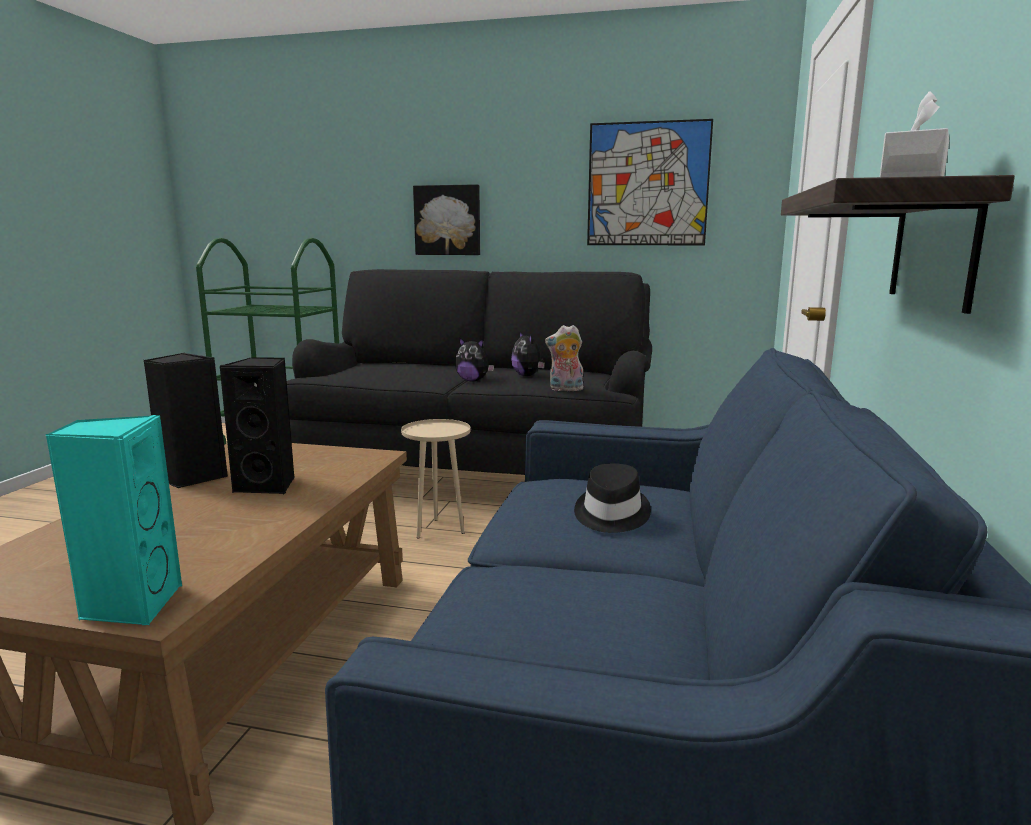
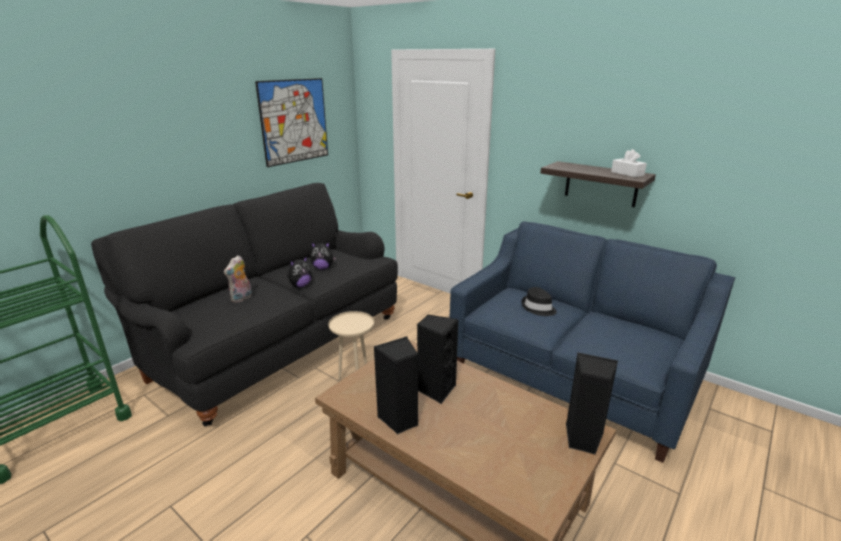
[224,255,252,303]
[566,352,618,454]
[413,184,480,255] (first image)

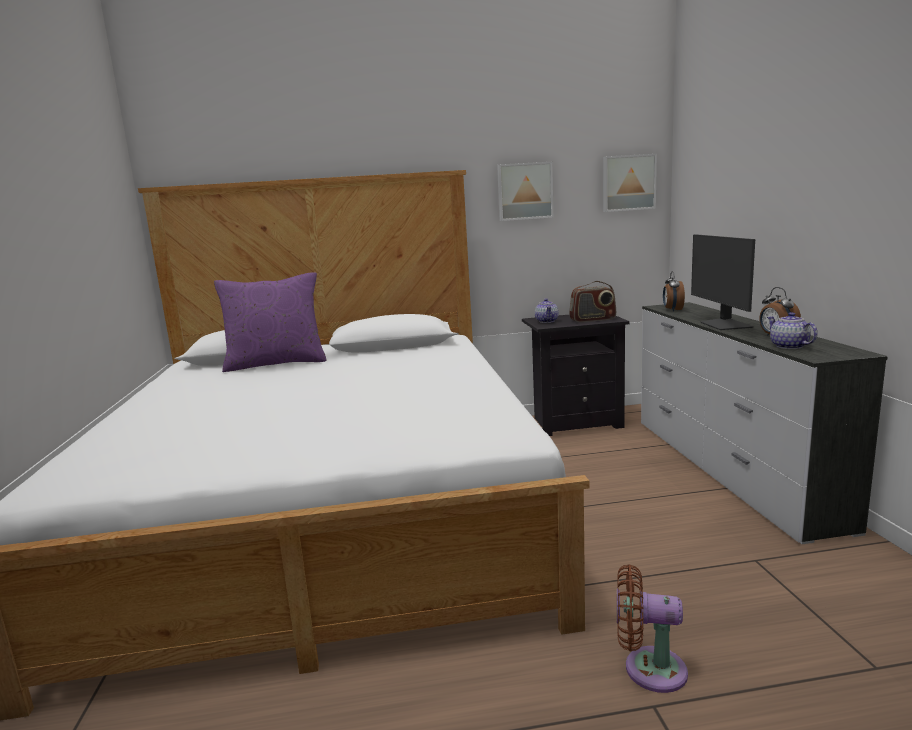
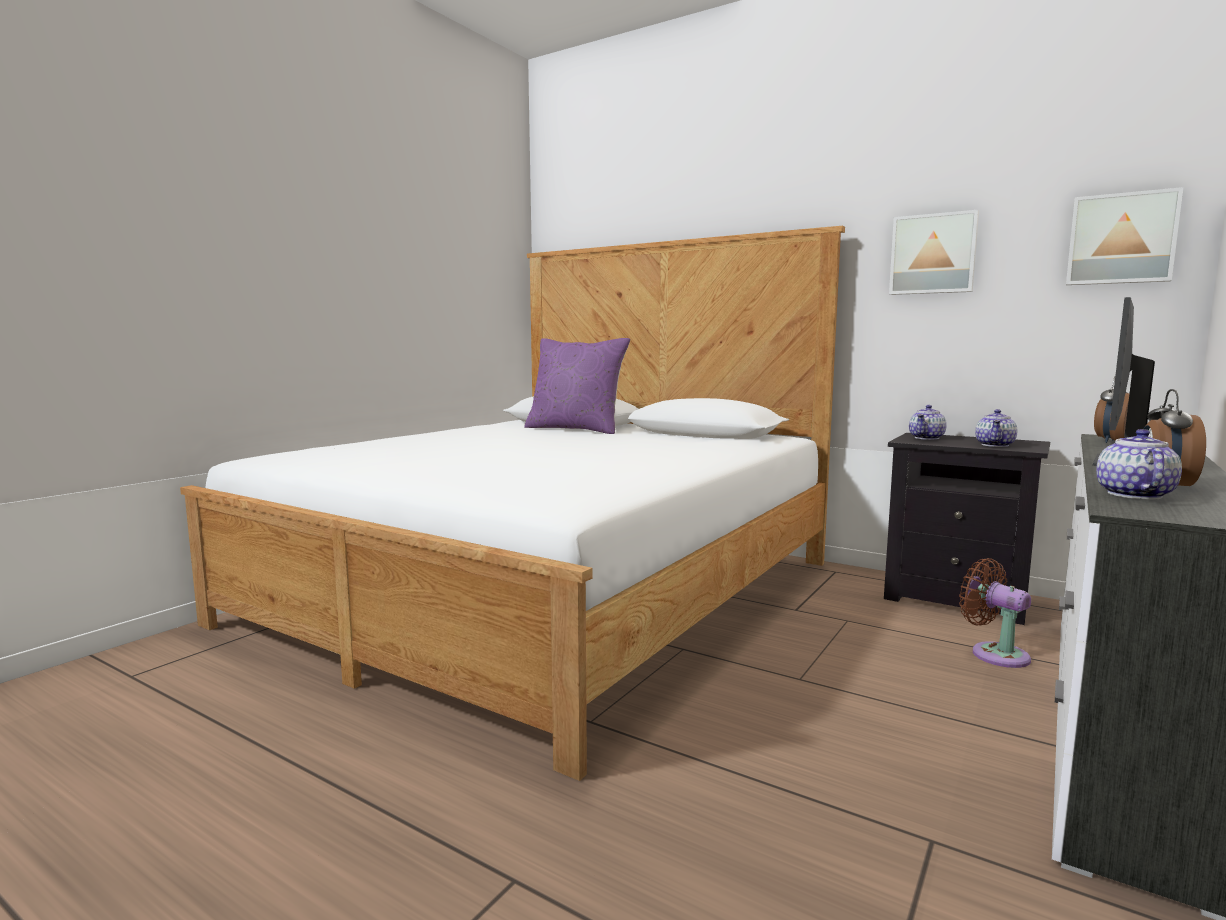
[959,558,1031,668]
[975,409,1017,447]

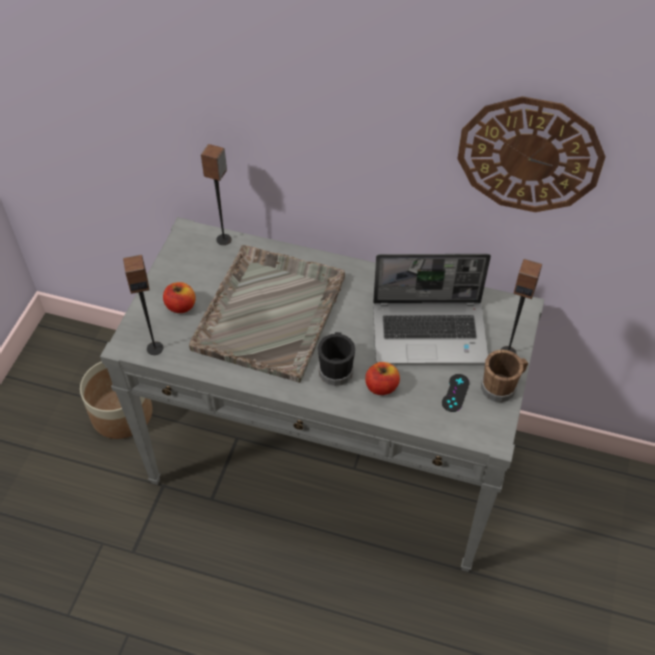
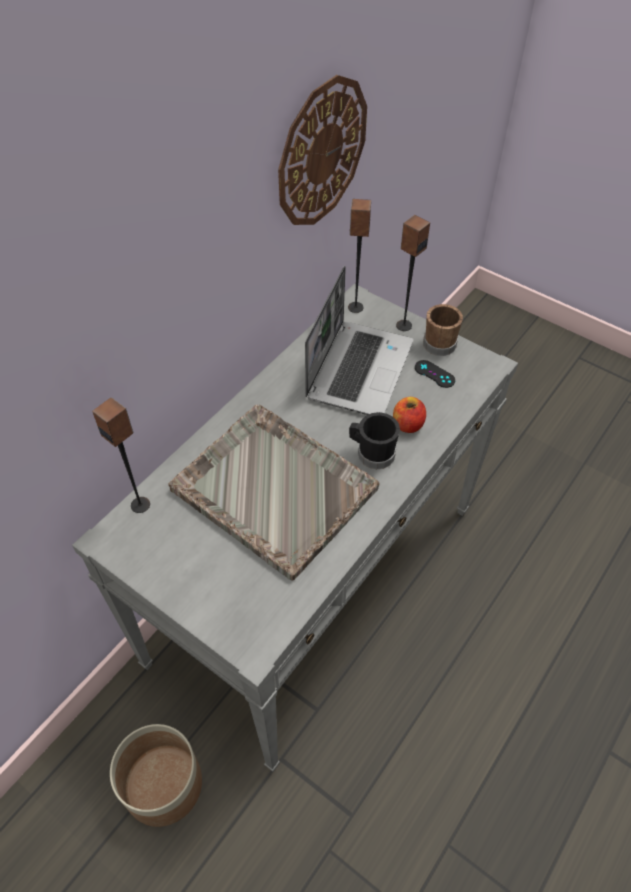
[348,199,371,313]
[163,282,196,313] (first image)

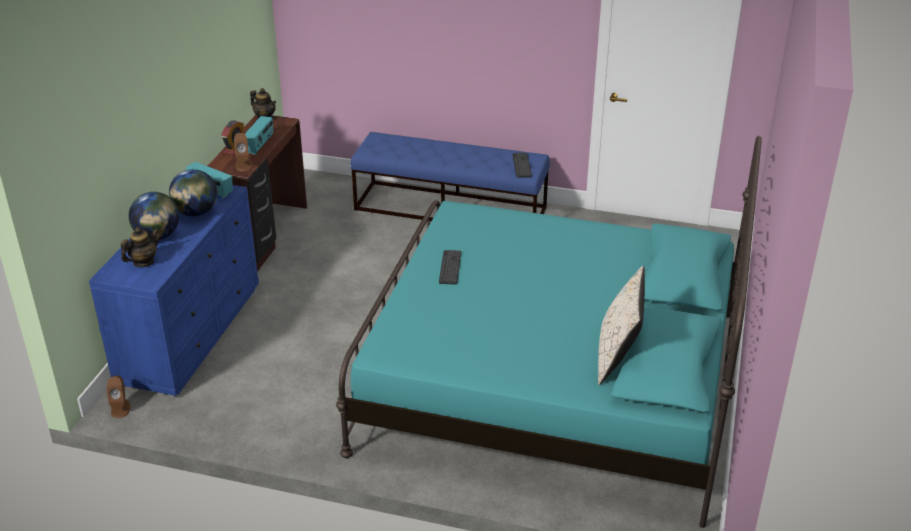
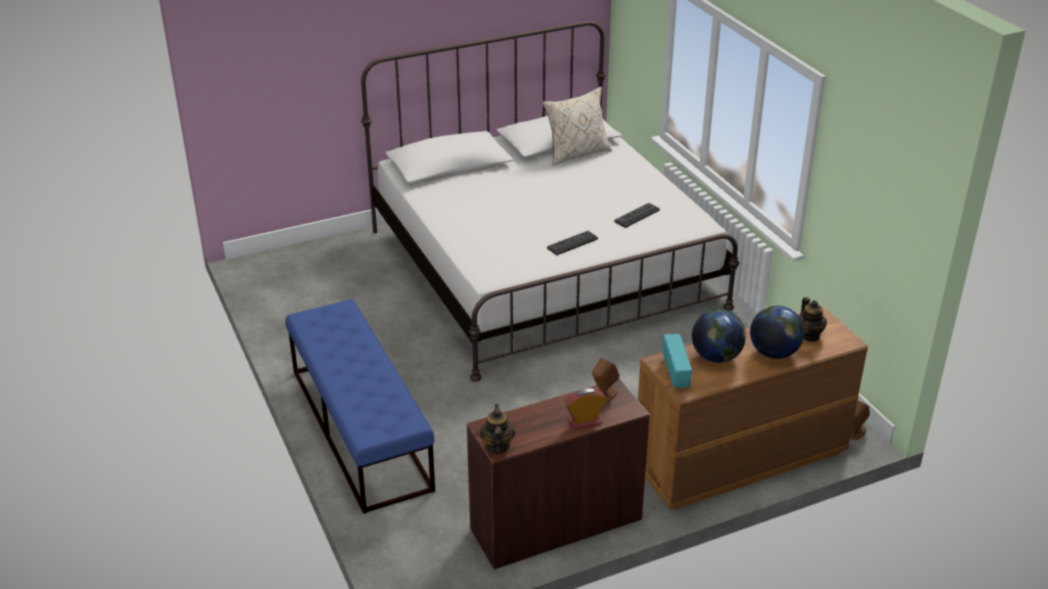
[361,21,739,382]
[614,203,660,228]
[638,306,868,510]
[799,297,827,342]
[245,116,273,155] (first image)

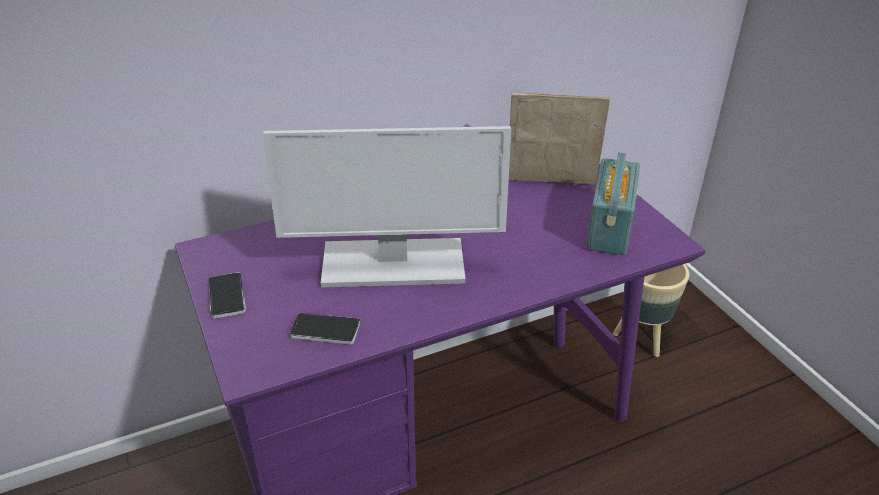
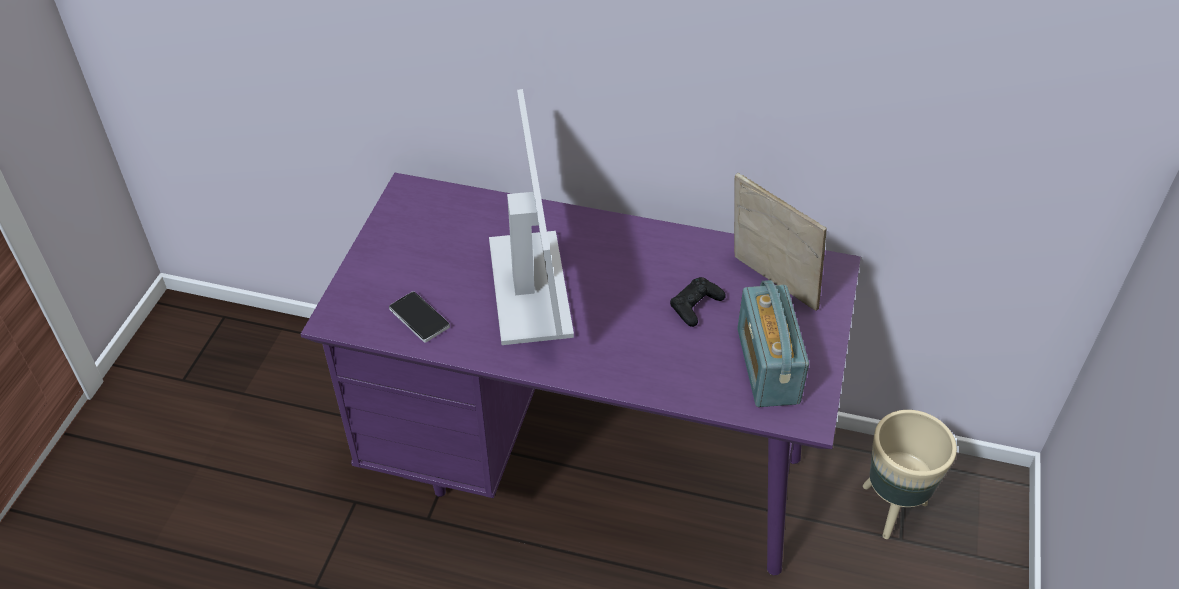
[489,89,574,345]
[670,277,726,327]
[737,280,809,407]
[209,272,246,319] (first image)

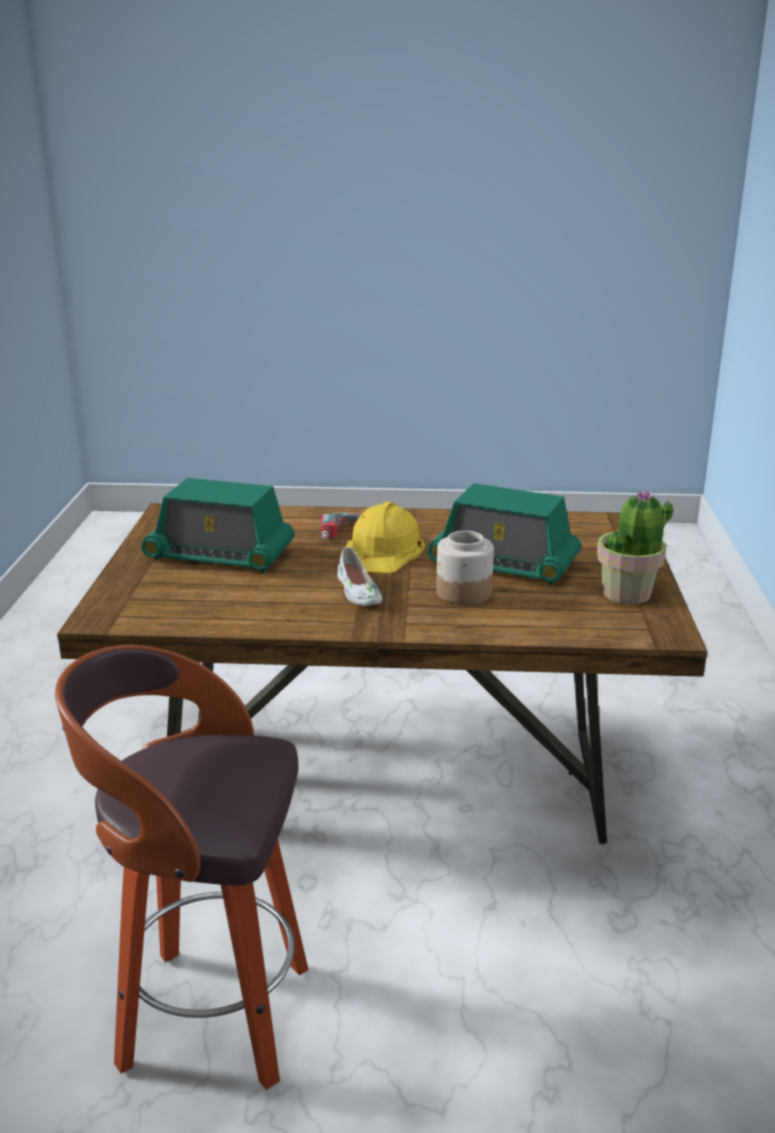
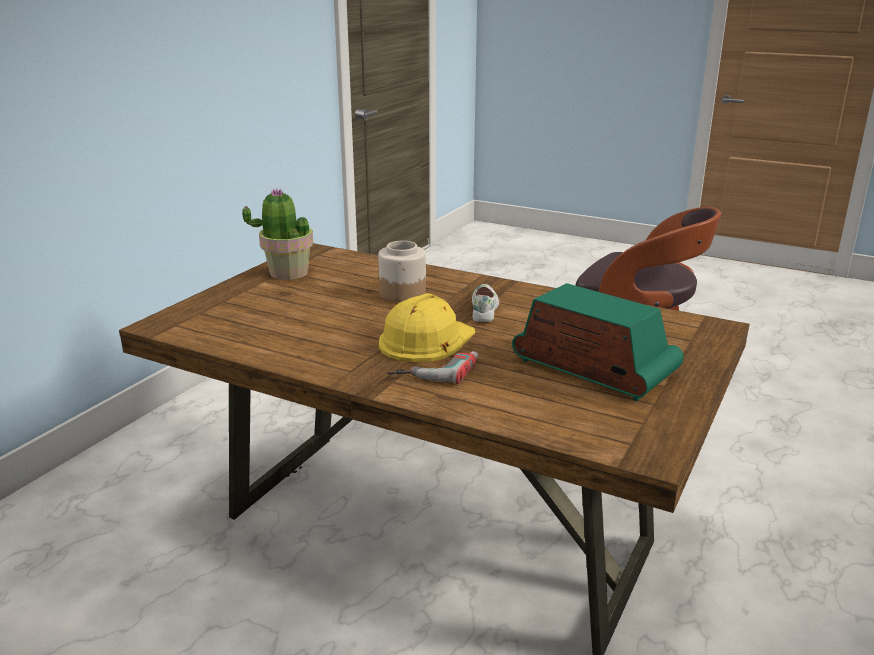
[428,483,581,585] (first image)

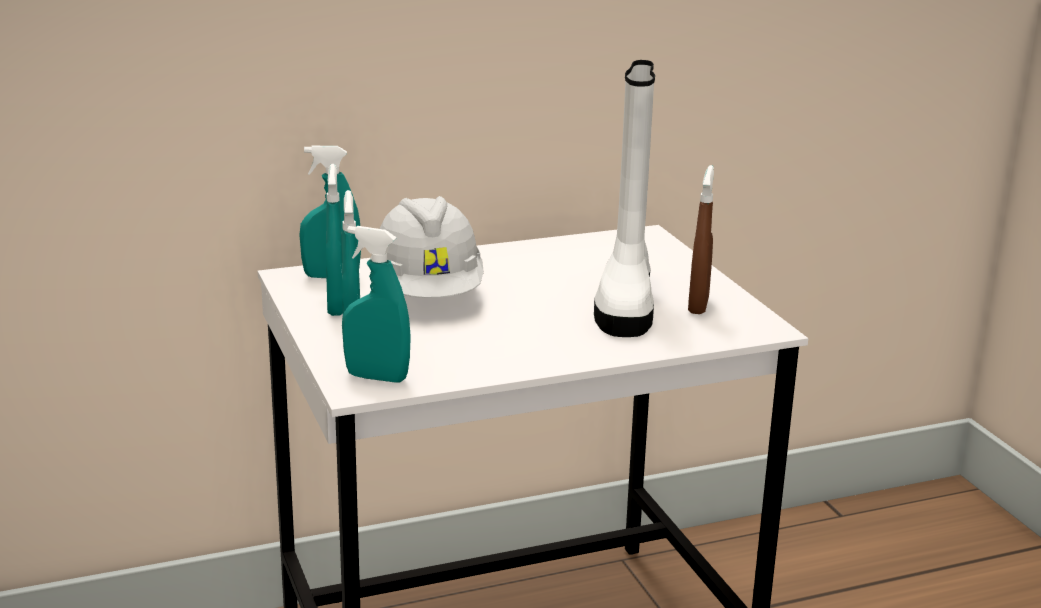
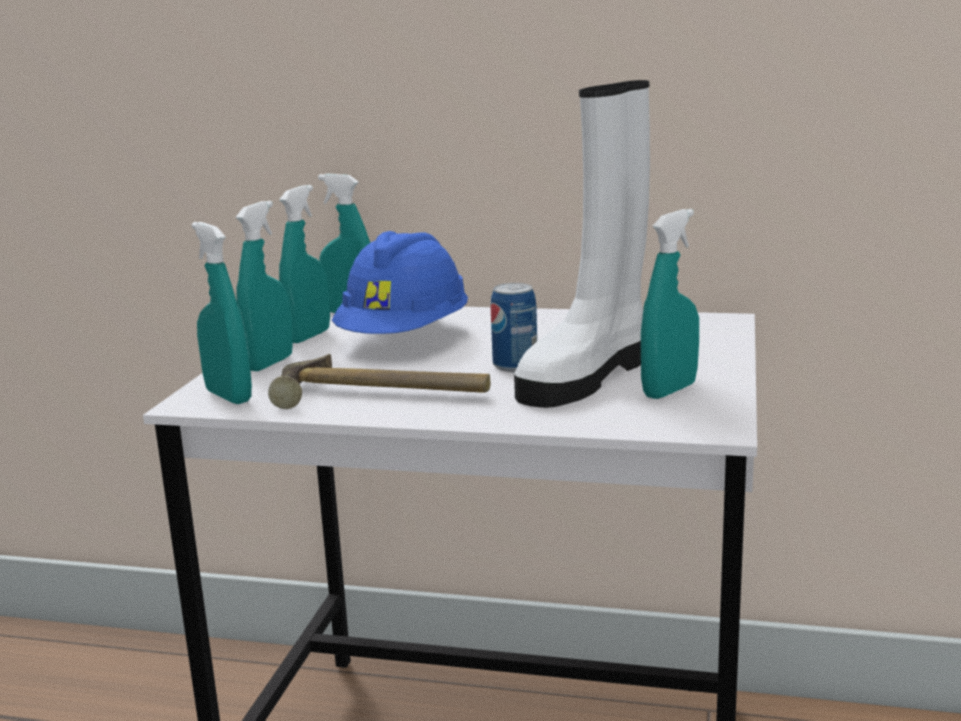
[268,354,491,409]
[332,231,468,334]
[491,283,537,372]
[641,209,699,399]

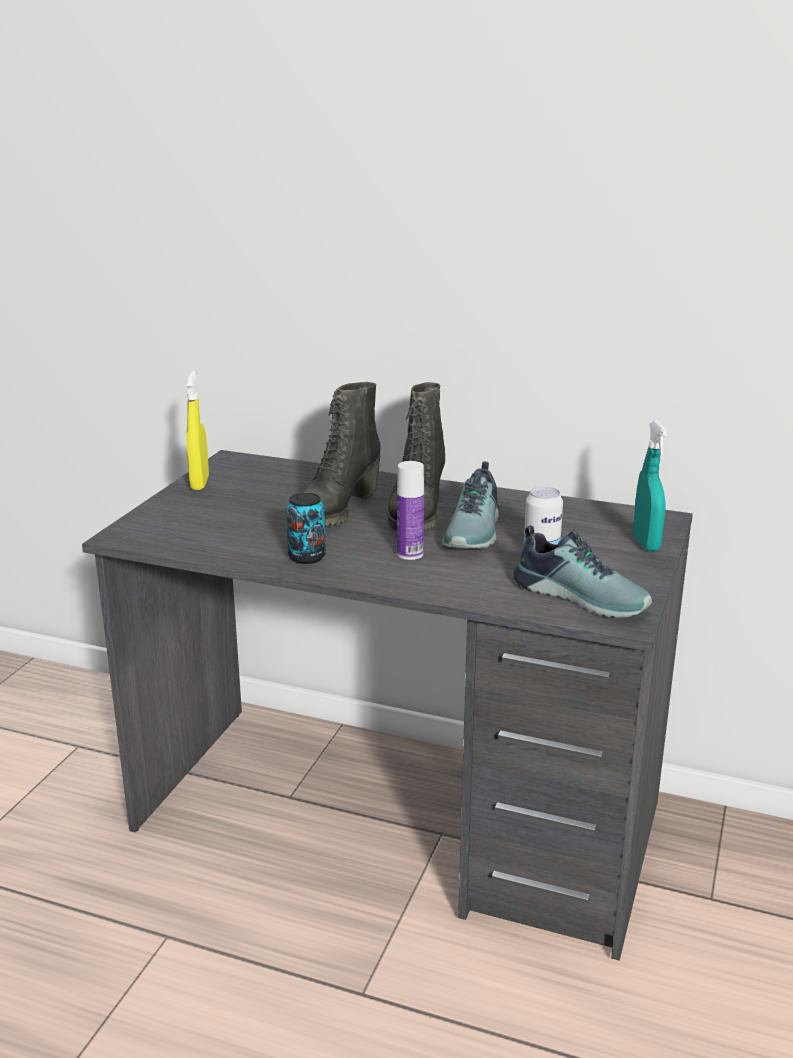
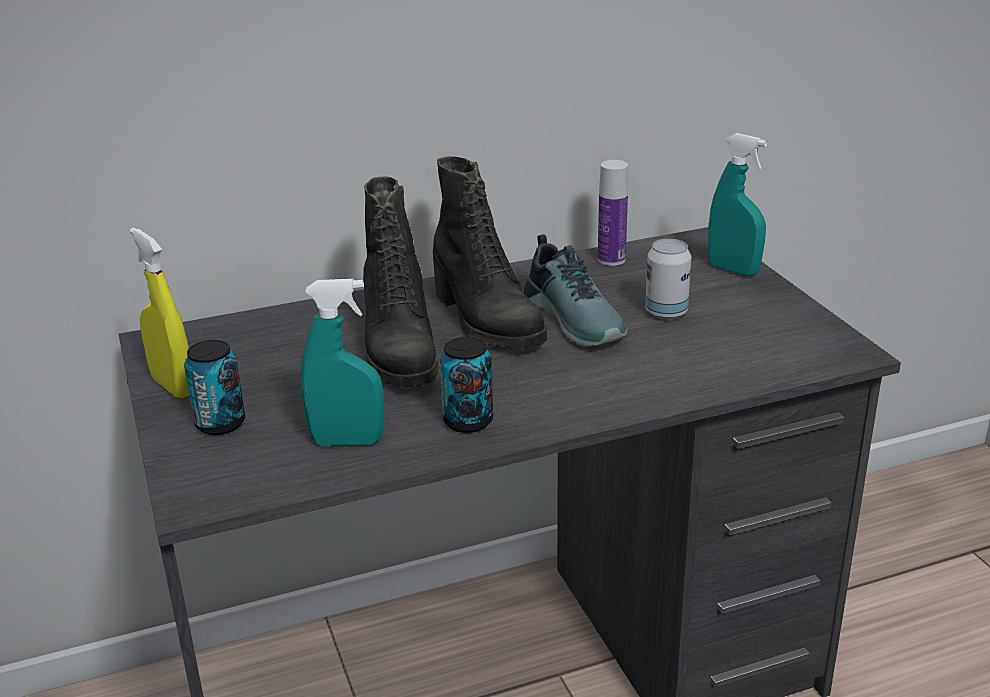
[184,340,245,435]
[301,279,384,446]
[598,160,628,266]
[513,525,652,618] (first image)

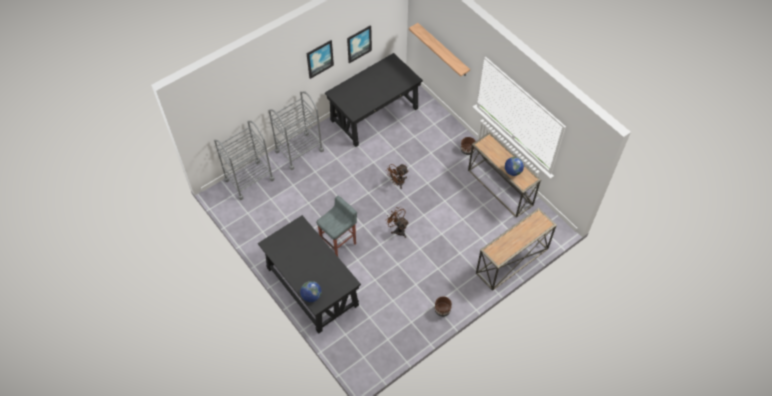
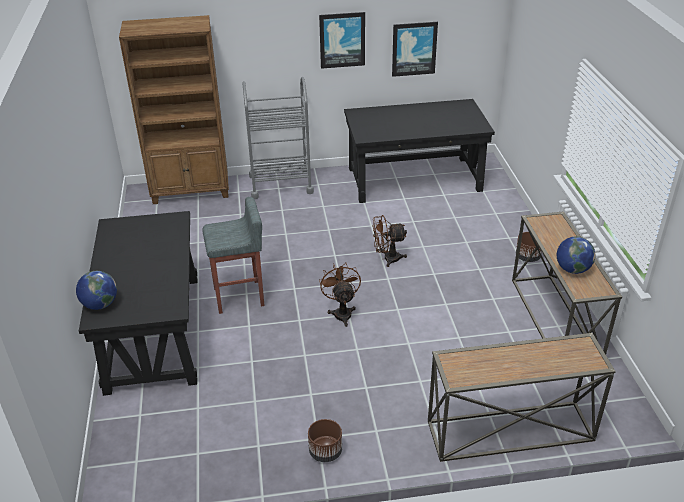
[119,15,229,204]
[409,23,470,77] (first image)

